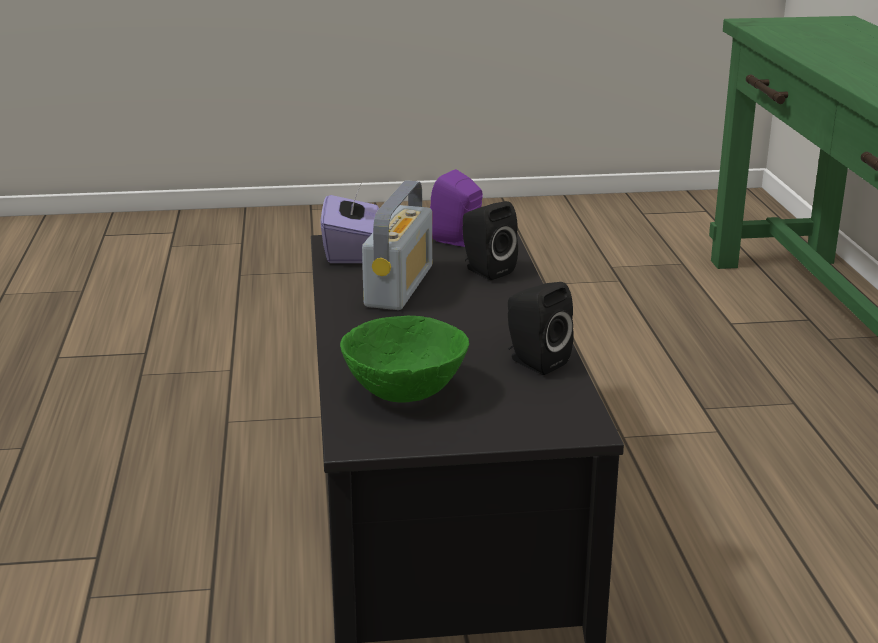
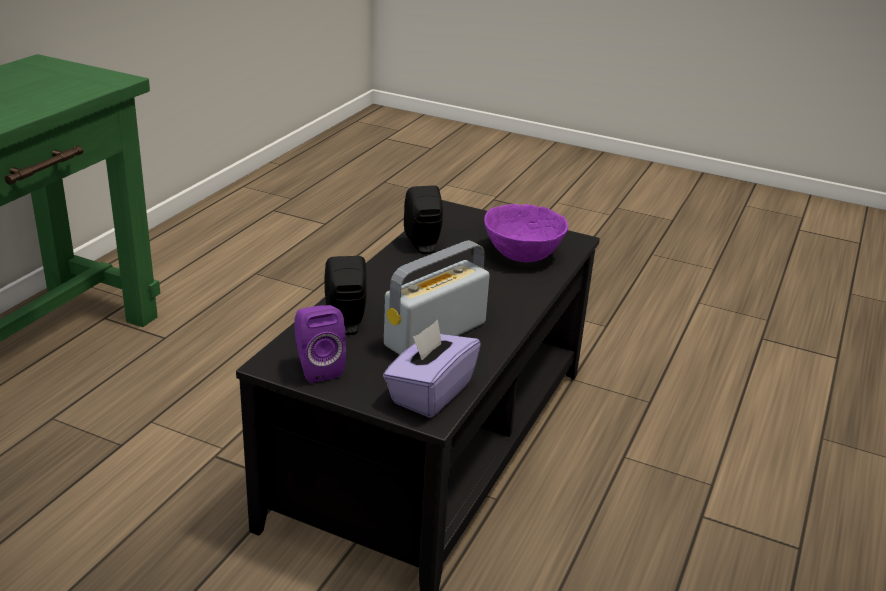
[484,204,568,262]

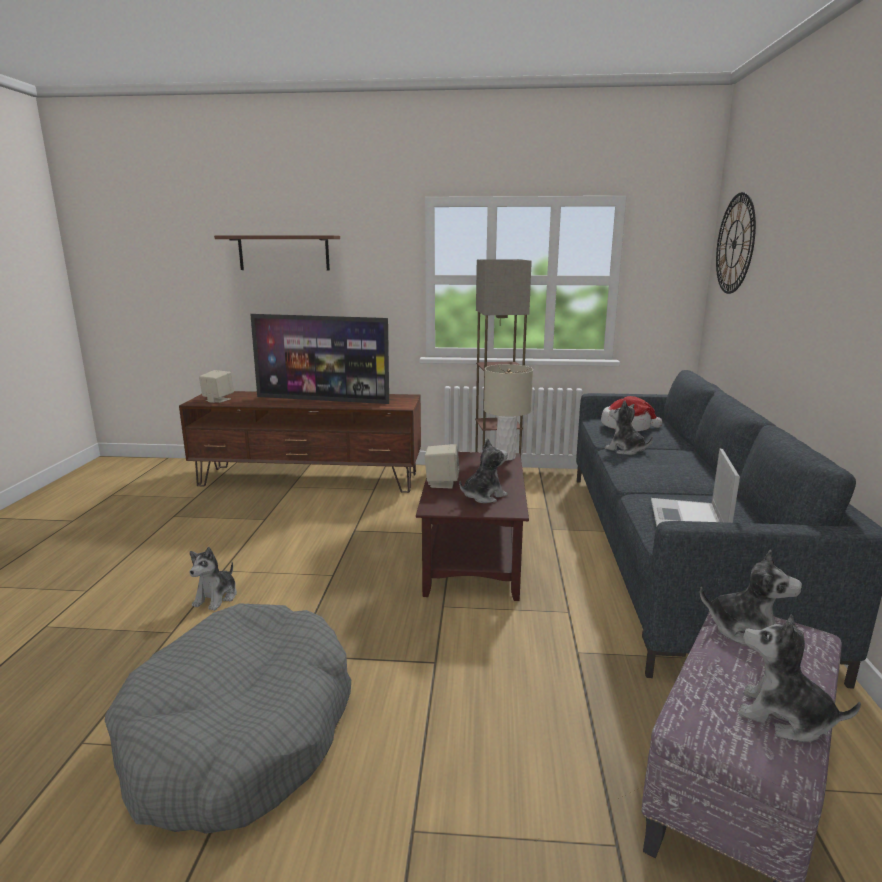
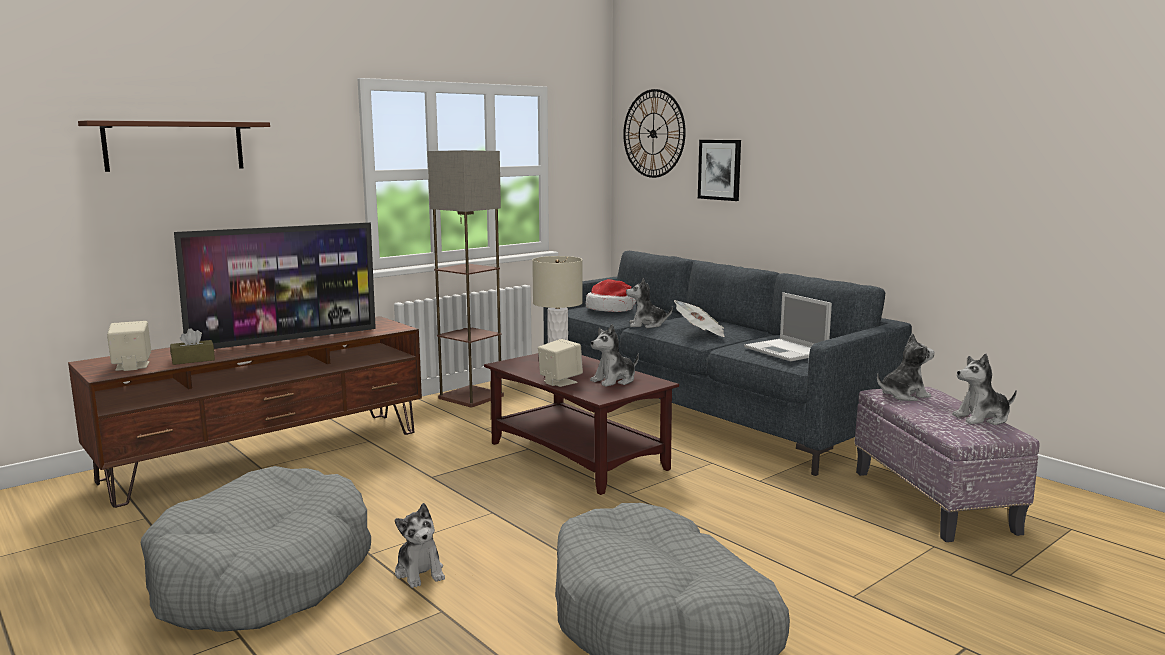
[141,466,371,632]
[170,328,215,365]
[590,324,639,387]
[674,300,725,337]
[698,140,741,201]

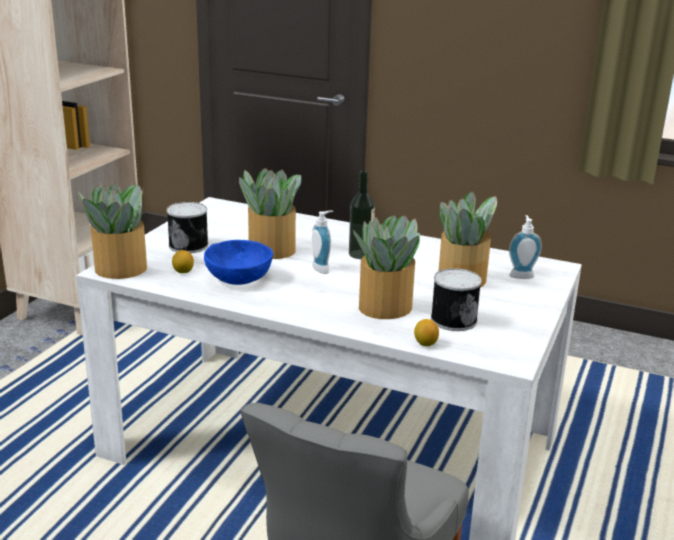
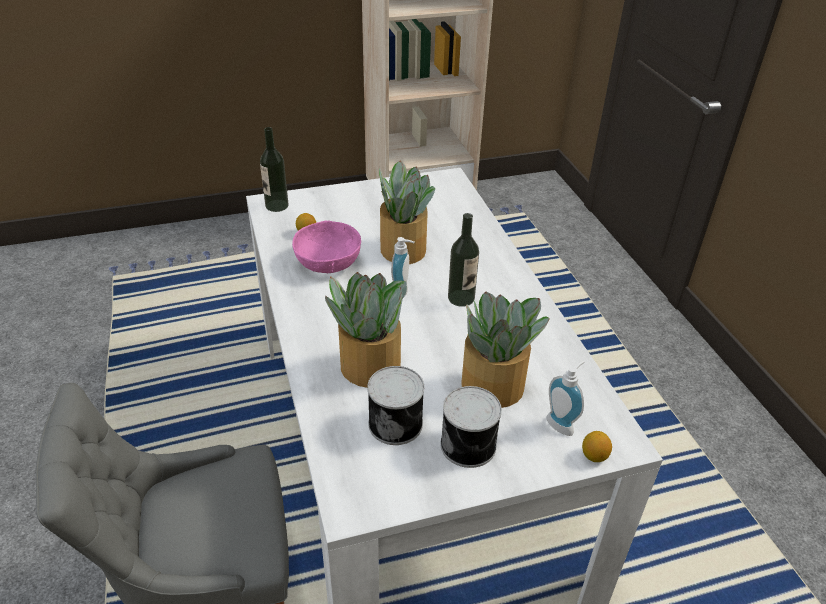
[260,127,289,212]
[292,220,361,273]
[441,386,502,468]
[582,431,612,462]

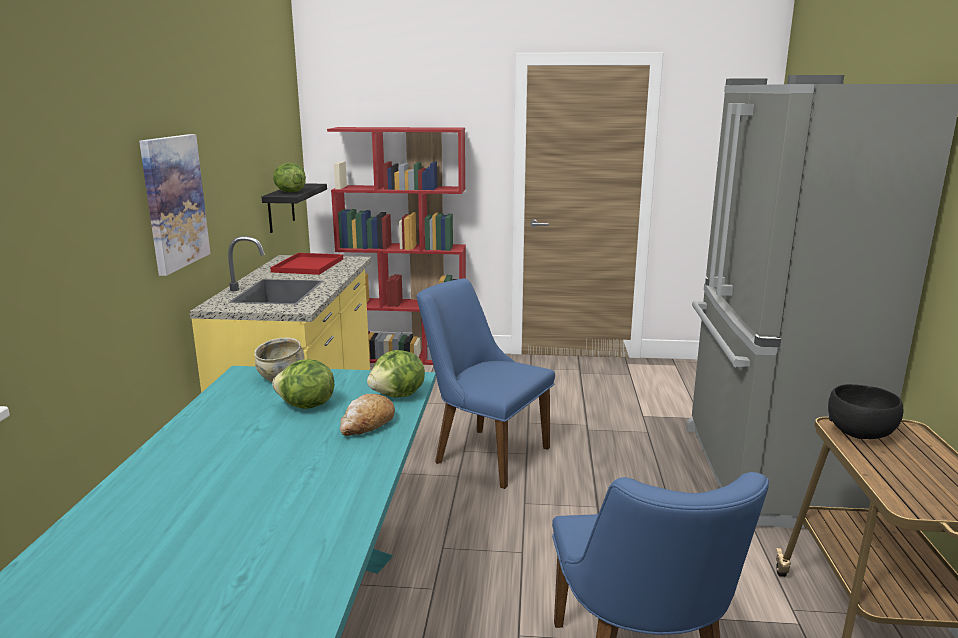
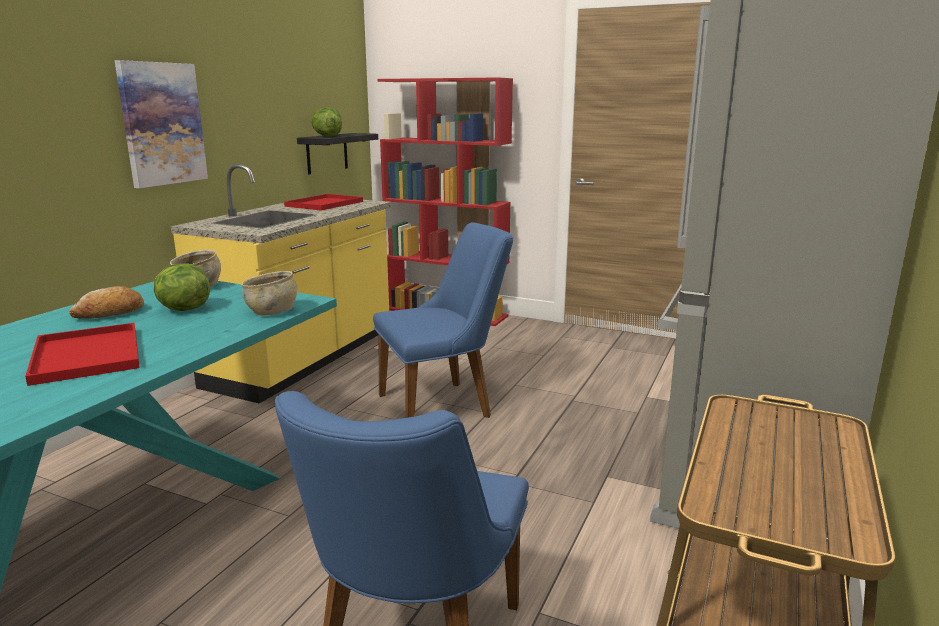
[25,323,140,386]
[69,286,144,319]
[241,271,297,316]
[373,222,513,418]
[828,384,903,439] (first image)

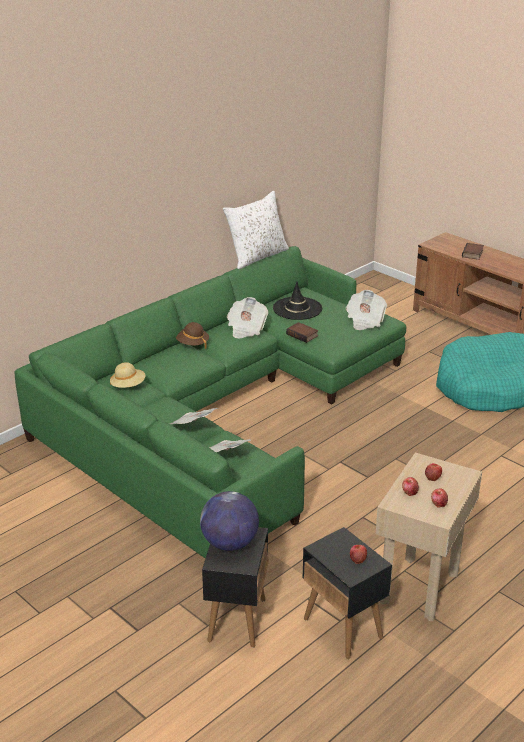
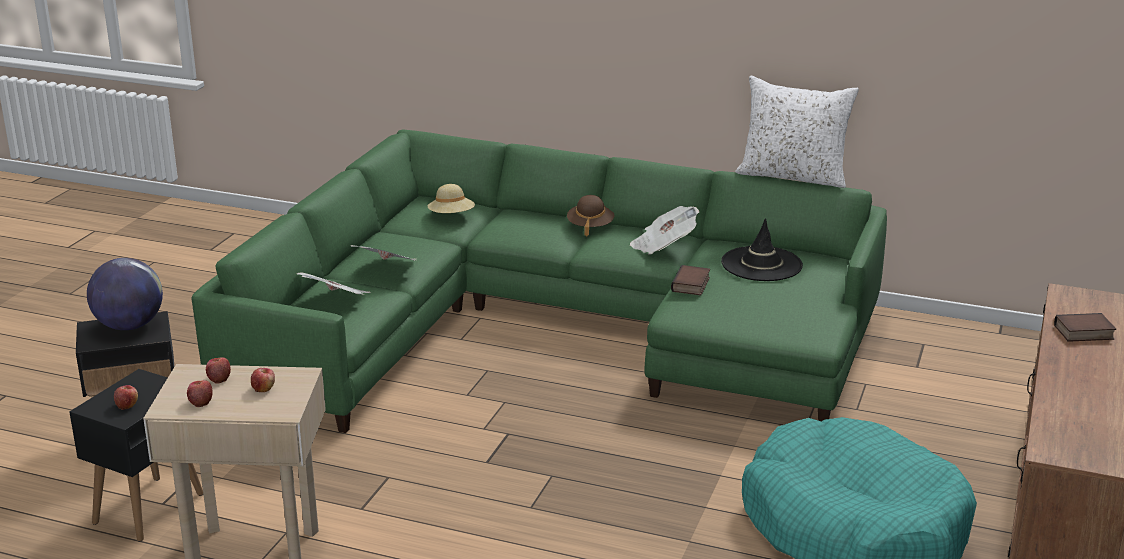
[346,290,387,330] (first image)

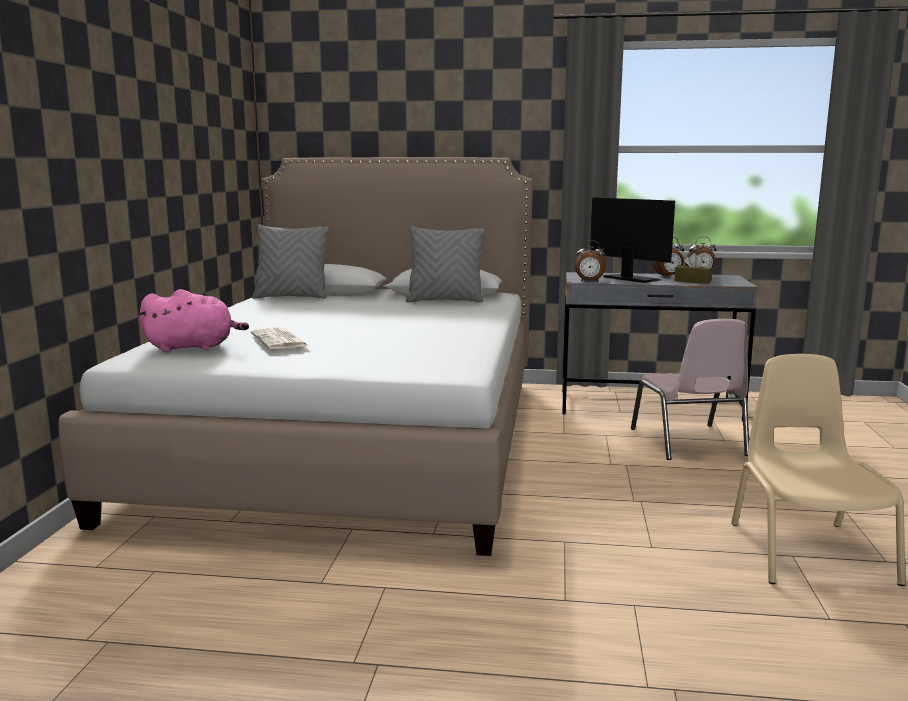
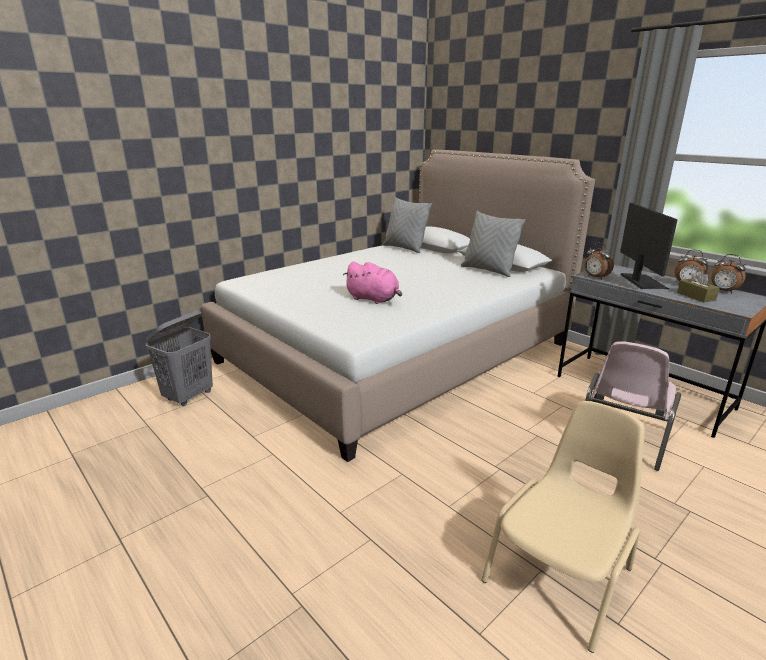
[145,310,213,406]
[343,261,402,304]
[251,328,309,349] (first image)

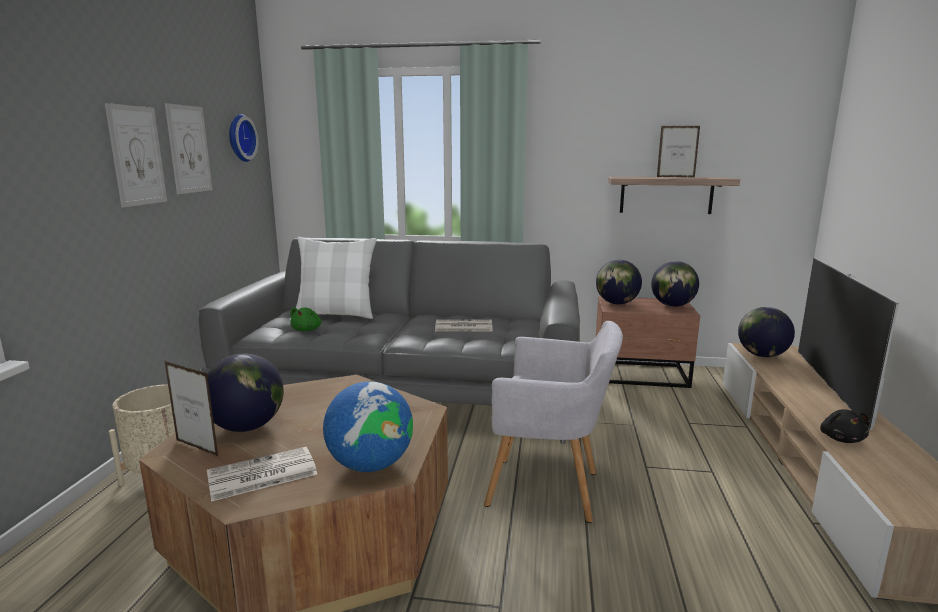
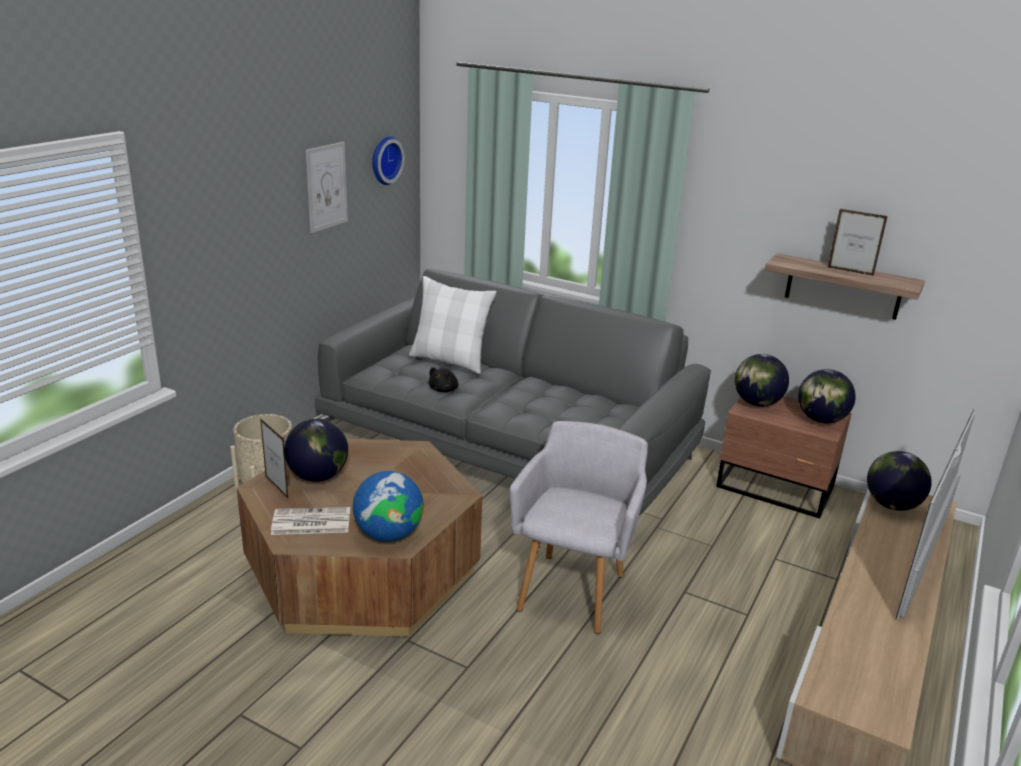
[428,367,459,392]
[510,421,648,634]
[105,103,167,208] (first image)
[290,307,322,331] (first image)
[435,319,492,331] (first image)

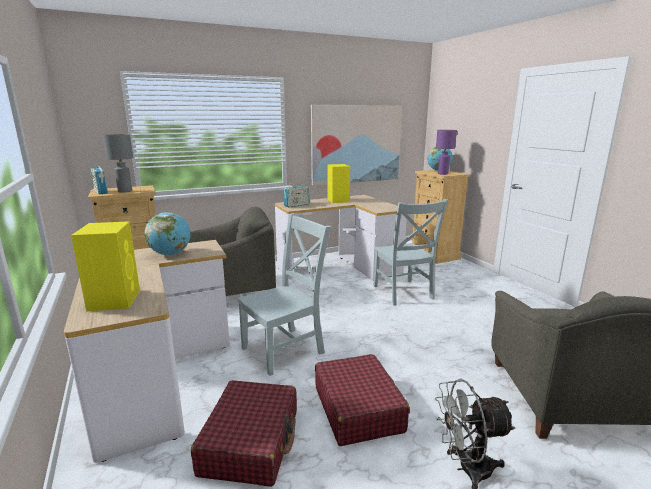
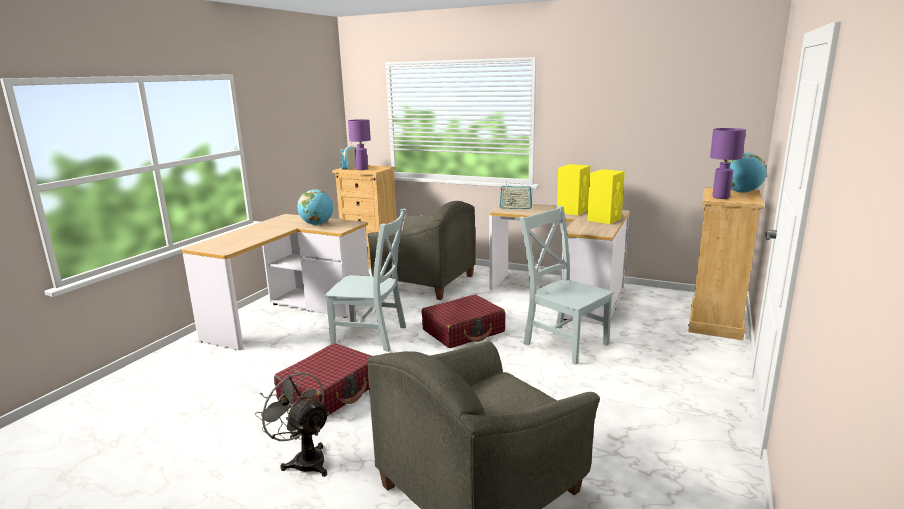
[348,119,371,170]
[421,294,505,348]
[519,206,614,365]
[587,169,625,224]
[311,105,402,186] (first image)

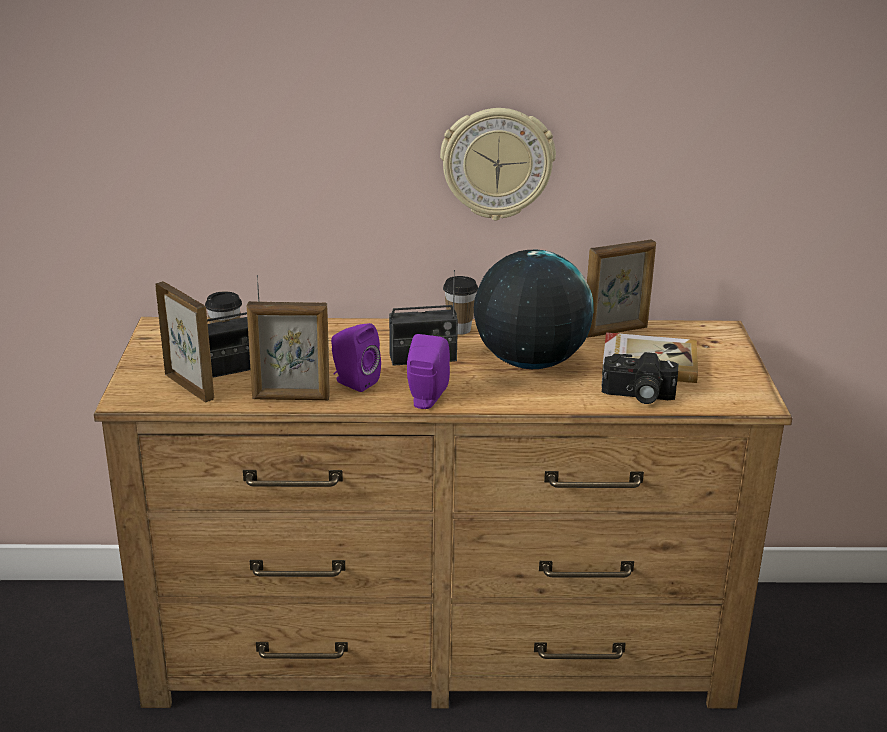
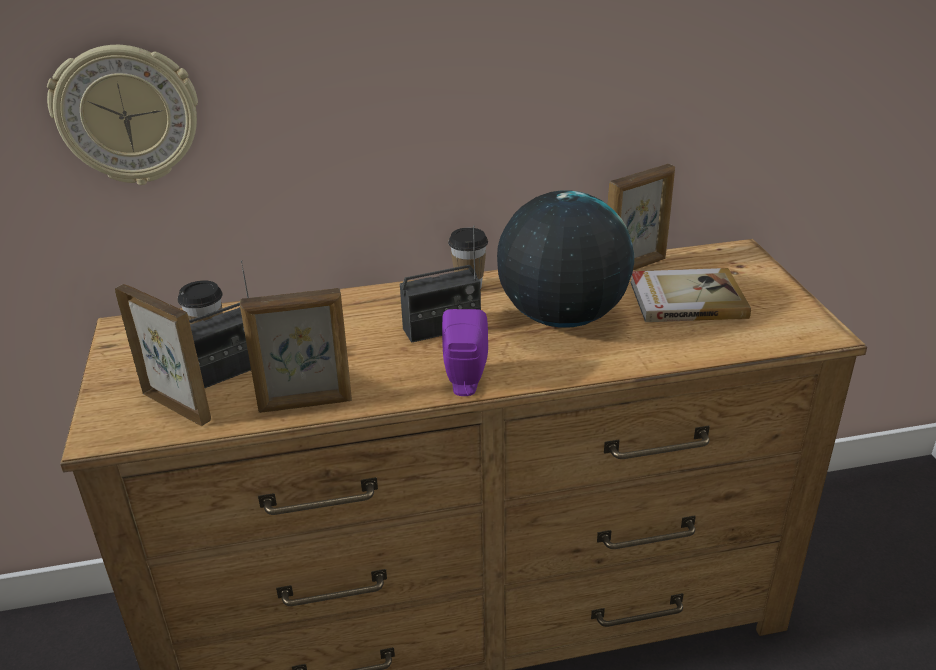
[47,45,198,185]
[331,323,381,392] (first image)
[602,352,678,404] (first image)

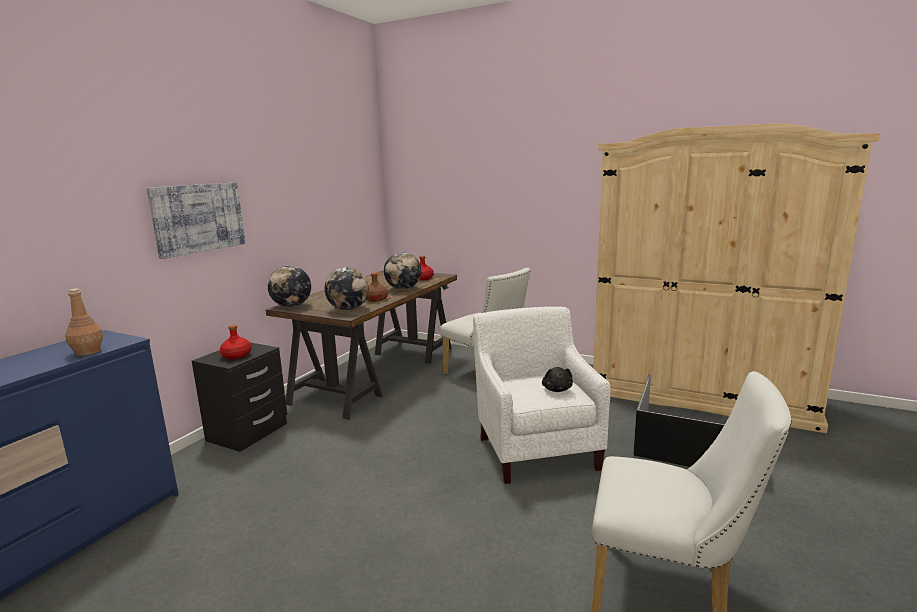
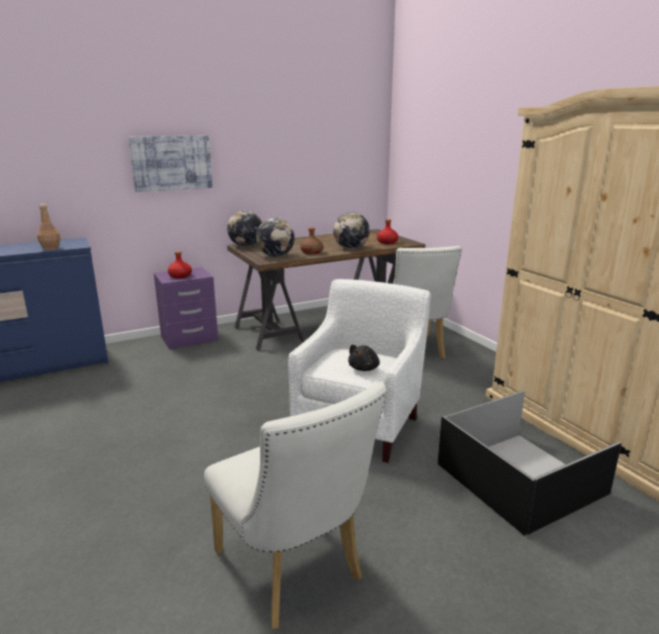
[154,267,218,350]

